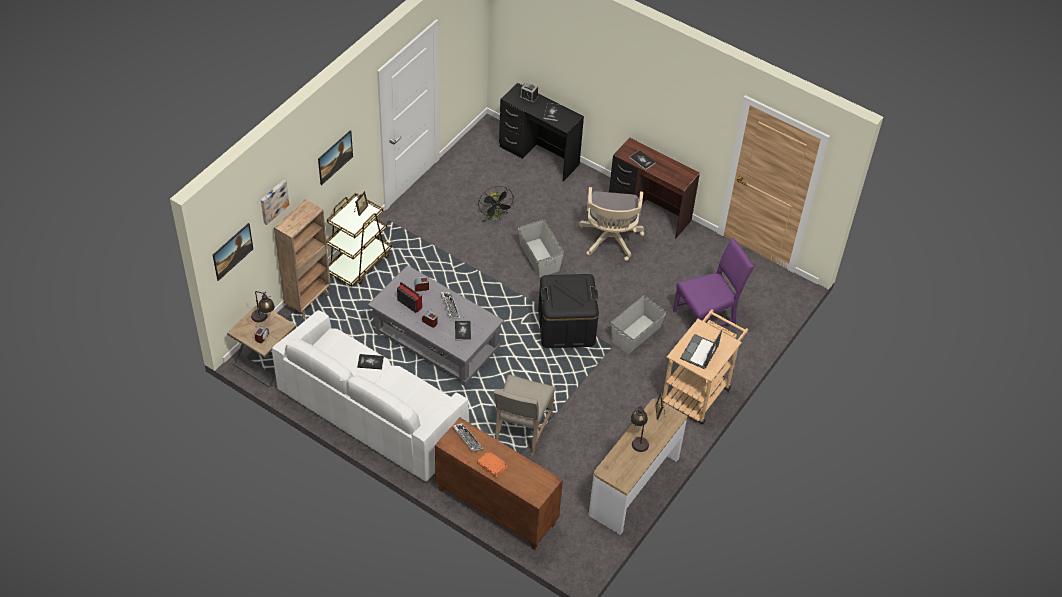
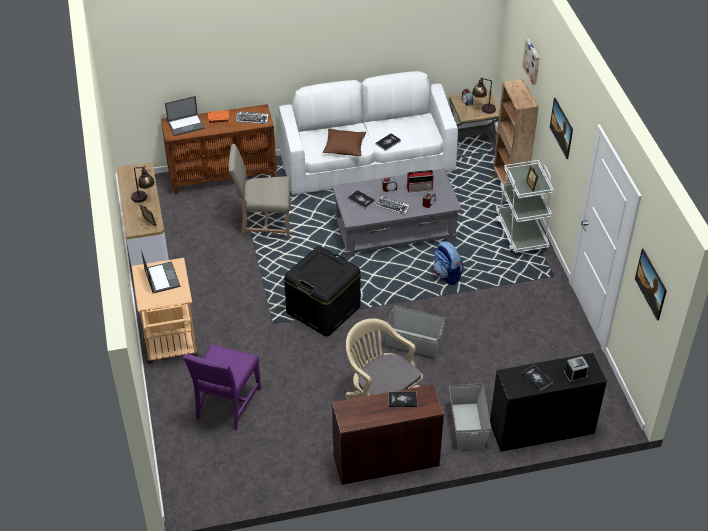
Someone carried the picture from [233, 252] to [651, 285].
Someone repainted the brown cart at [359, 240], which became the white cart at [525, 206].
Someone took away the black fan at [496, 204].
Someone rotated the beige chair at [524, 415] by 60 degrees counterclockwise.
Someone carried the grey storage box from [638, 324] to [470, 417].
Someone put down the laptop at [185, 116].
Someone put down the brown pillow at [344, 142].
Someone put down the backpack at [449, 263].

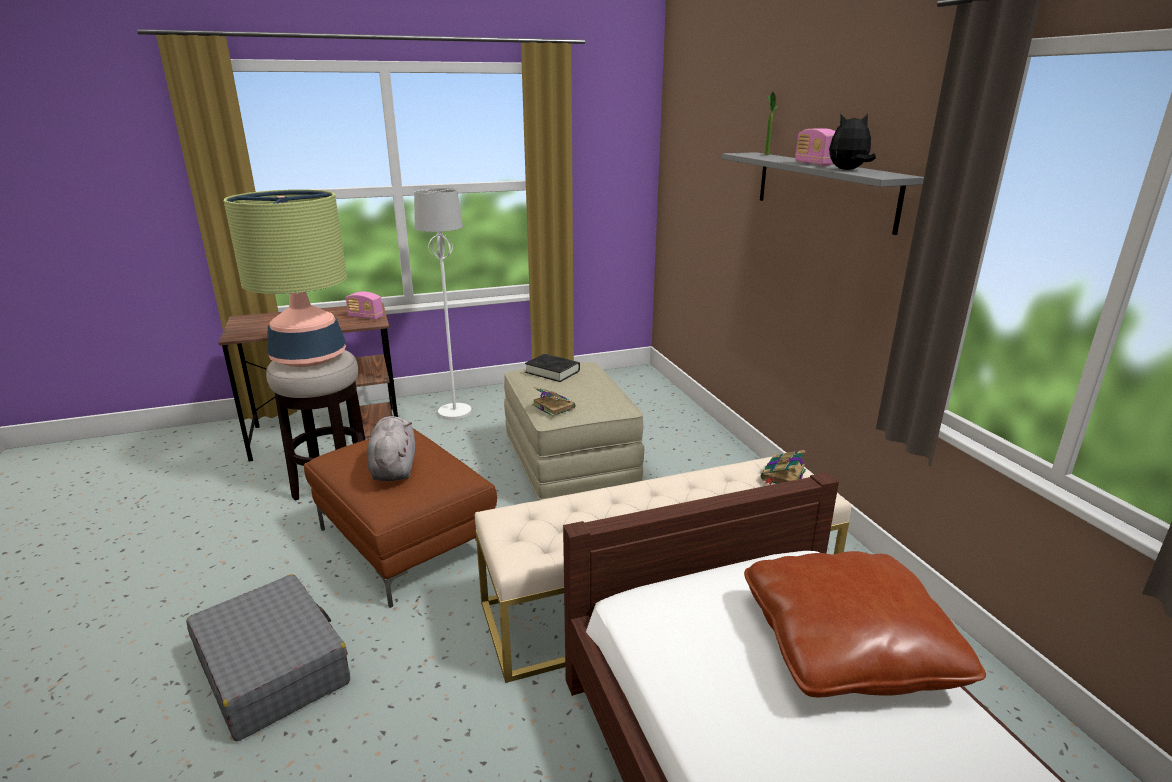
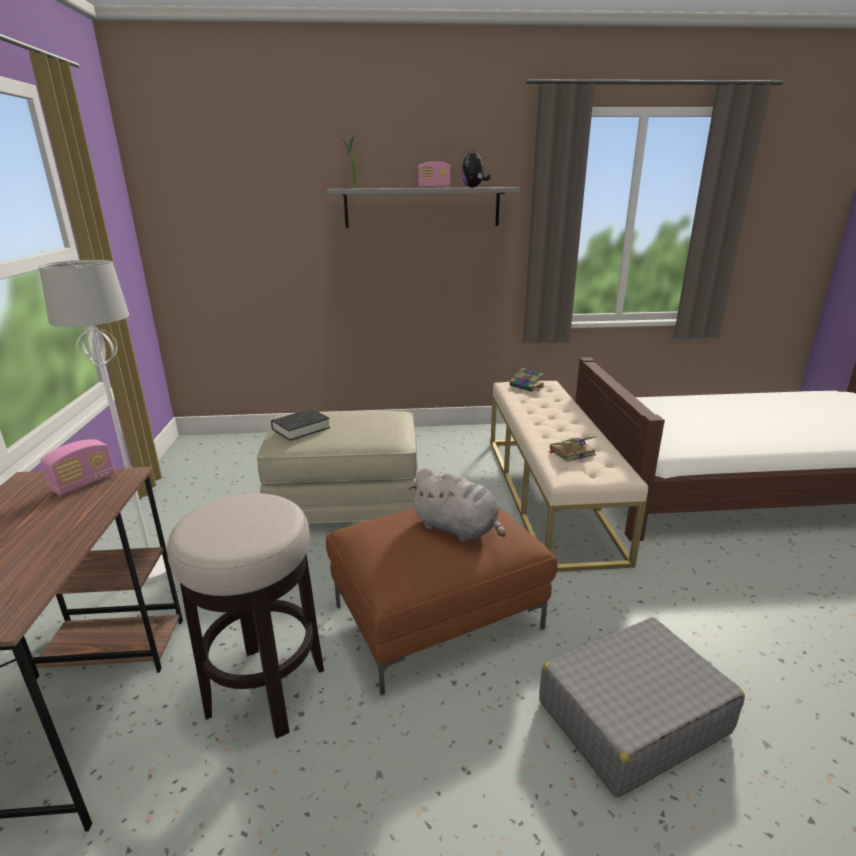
Someone took away the table lamp at [285, 278].
Someone rotated the grey plush toy at [391, 448] by 150 degrees counterclockwise.
Someone carried the book from [553, 402] to [572, 449].
Someone took away the brown pillow at [865, 624].

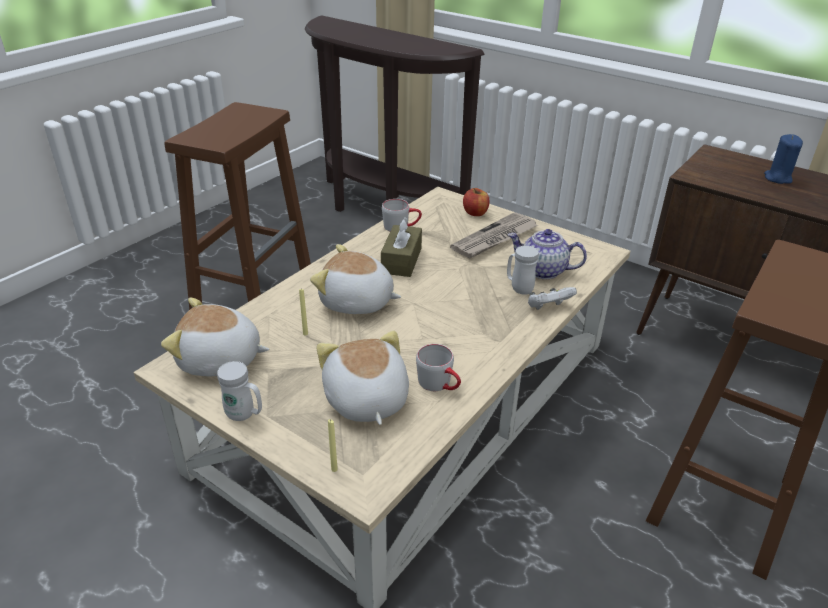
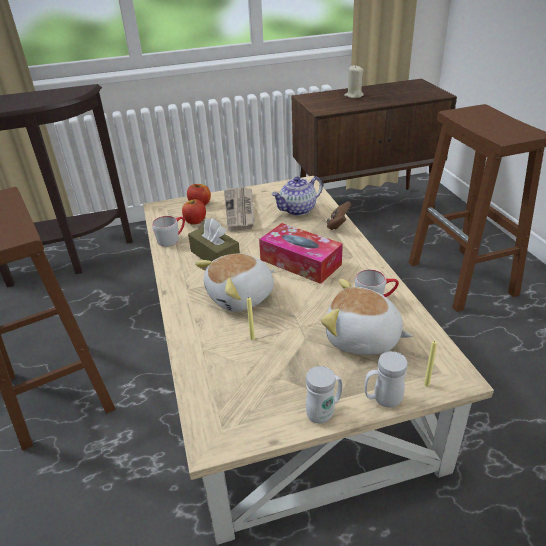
Someone took away the plush toy at [215, 337].
Someone carried the white mug from [523, 270] to [386, 379].
Someone repainted the white game controller at [552, 298], which became the brown game controller at [339, 215].
Someone repainted the blue candle at [783, 159], which became the beige candle at [354, 81].
Someone put down the apple at [194, 212].
Someone put down the tissue box at [301, 253].

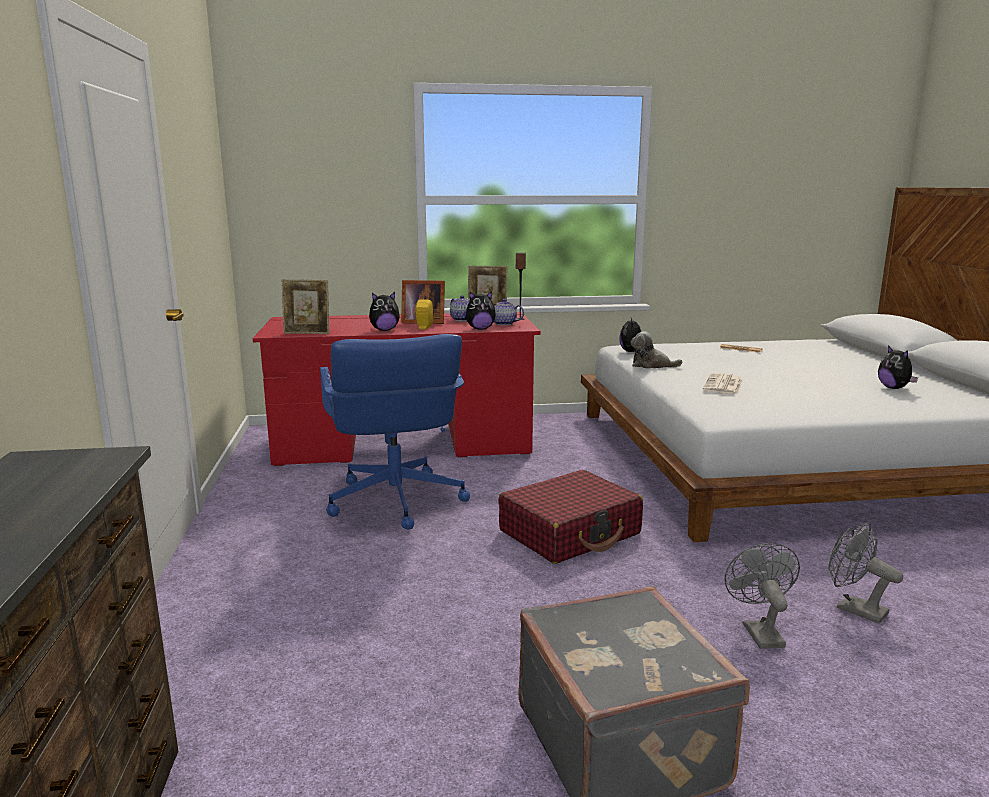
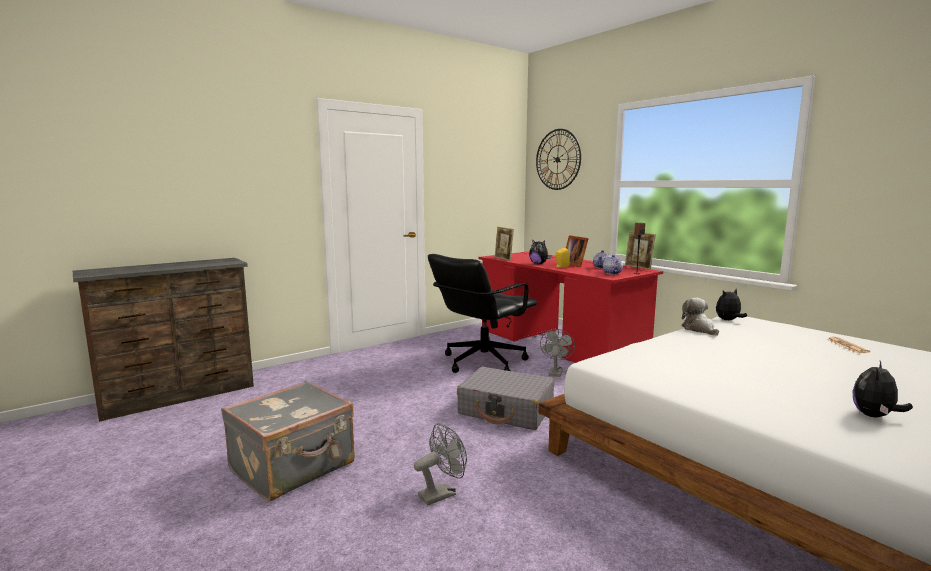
Someone repainted the blue office chair at [395, 432], which became the black office chair at [482, 313].
Someone took away the plush toy at [481, 310].
Someone repainted the red suitcase at [570, 517], which became the grey suitcase at [505, 398].
Someone took away the newspaper at [723, 384].
Someone carried the grey fan from [865, 573] to [557, 353].
Someone put up the wall clock at [558, 159].

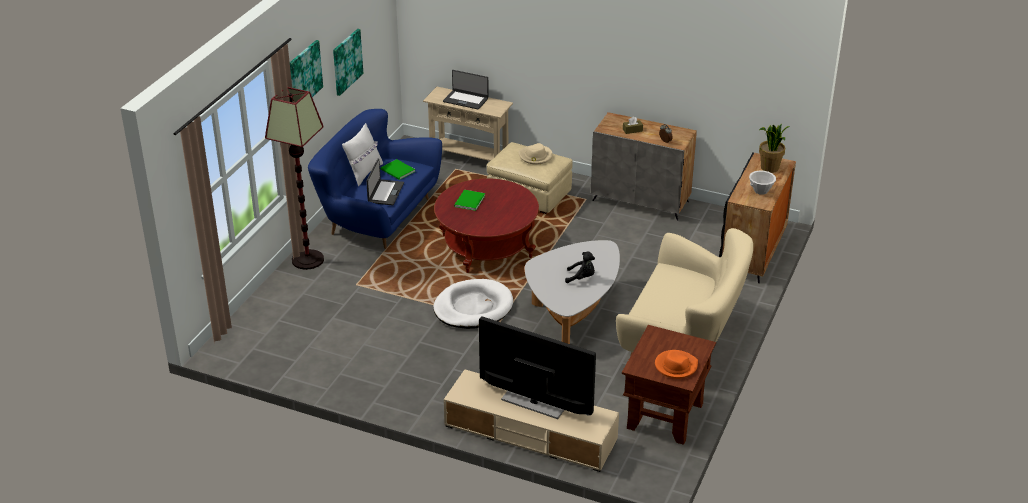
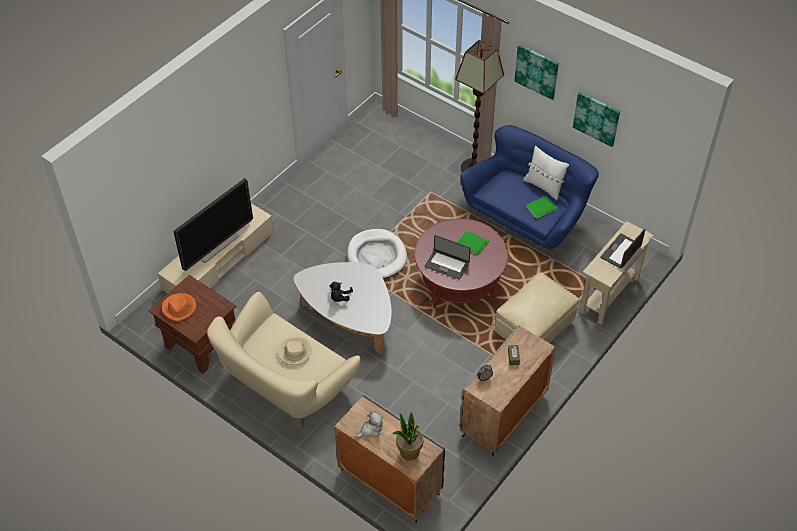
Someone carried the laptop from [385, 182] to [448, 257].
Someone carried the beige hat from [535, 153] to [295, 351].
Someone swapped the white bowl at [762, 182] for the plush toy at [369, 424].

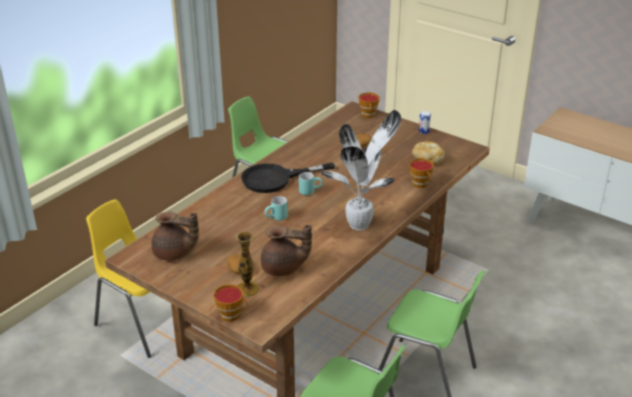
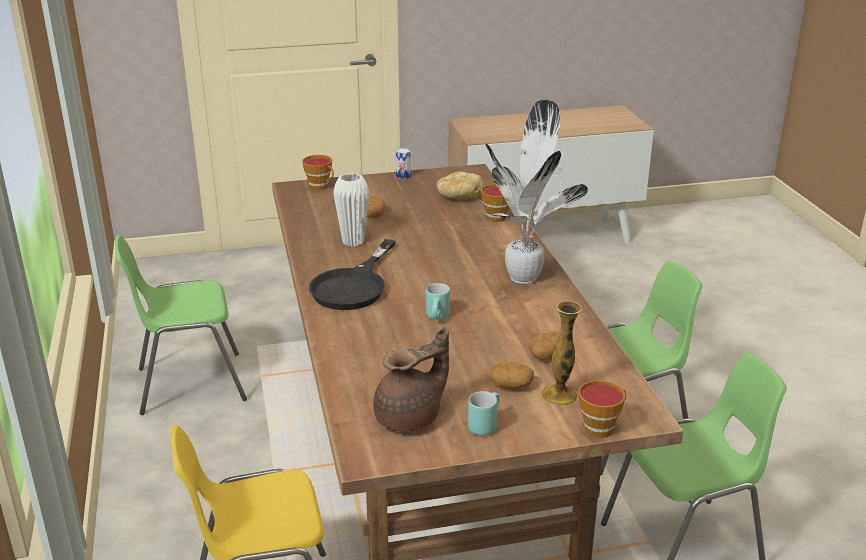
Someone swapped the brown teapot at [286, 250] for the potato at [544, 346].
Someone carried the turquoise mug from [310, 183] to [484, 413].
Someone put down the white vase at [351, 209].

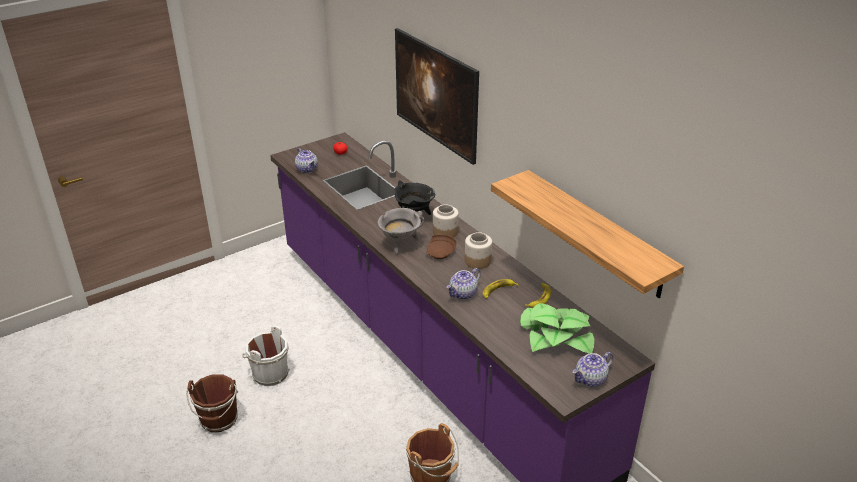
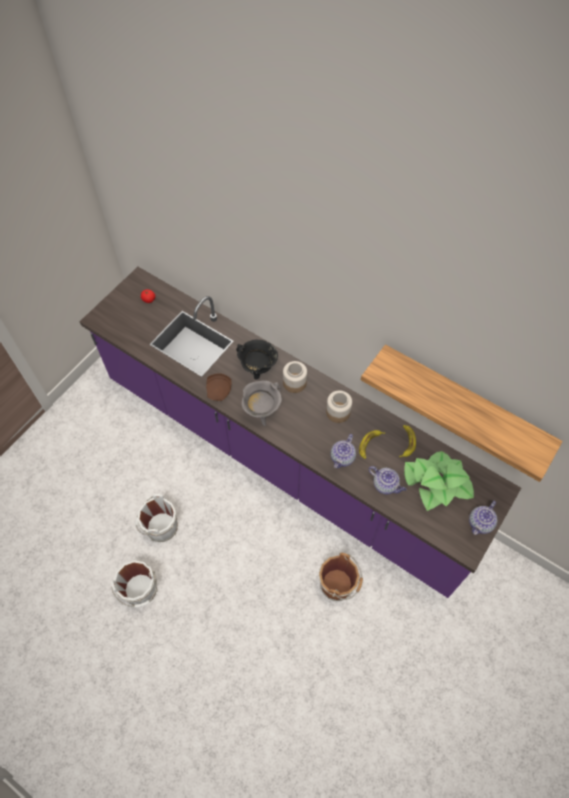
Someone repainted the brown bucket at [212, 403], which became the white bucket at [134, 584].
Someone carried the teapot from [306, 160] to [388, 480].
Someone took away the picture at [437, 96].
Someone carried the brown plate from [441, 247] to [218, 387].

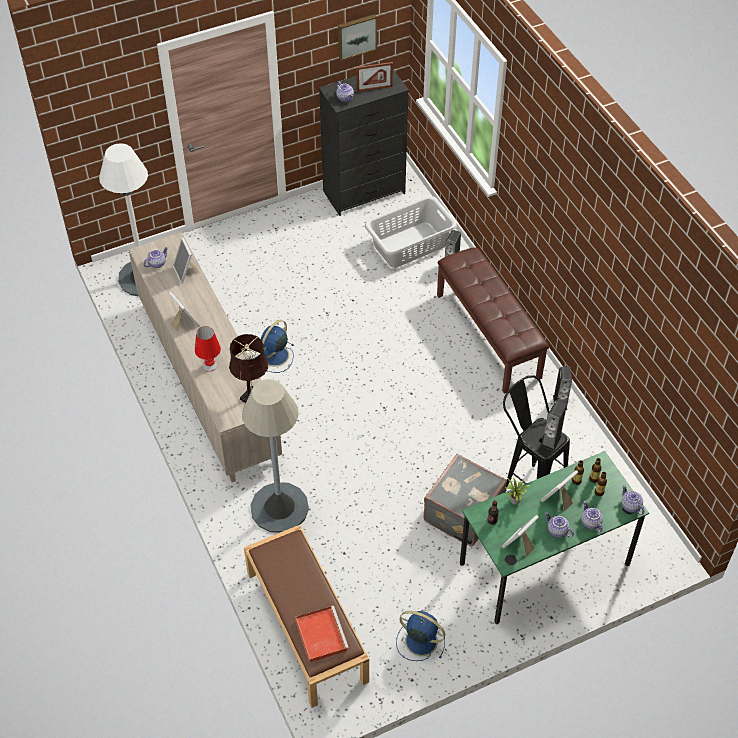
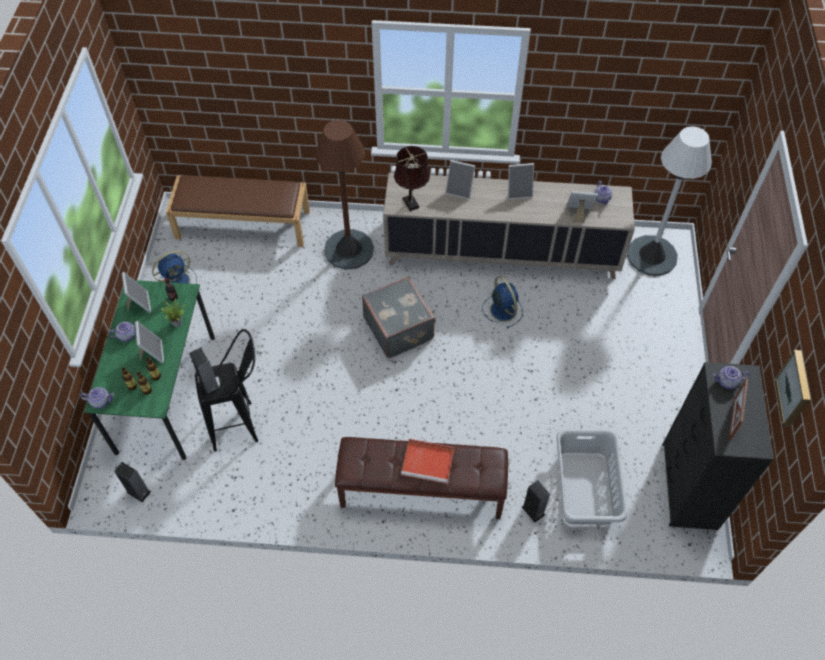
Someone swapped the red table lamp at [208, 349] for the picture frame at [460, 180].
Someone repainted the grey floor lamp at [275, 456], which became the brown floor lamp at [344, 195].
Someone carried the red tray from [322, 634] to [428, 461].
Someone carried the grey suitcase from [465, 500] to [399, 317].
Someone carried the speaker from [562, 388] to [132, 482].
Someone took away the teapot at [592, 517].

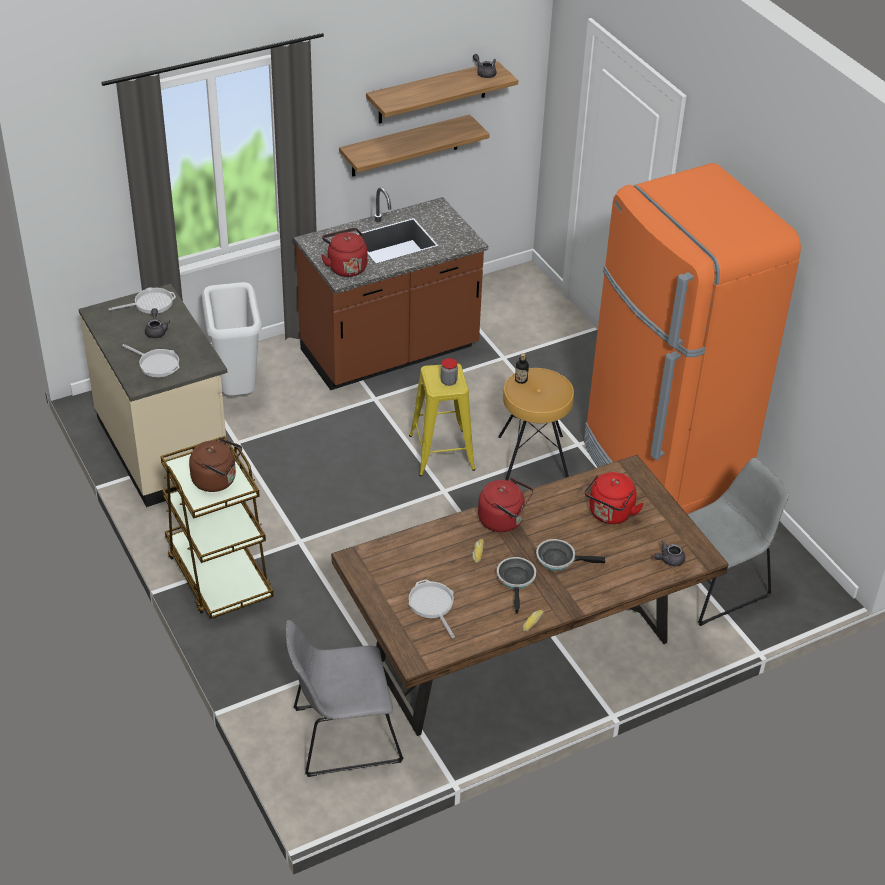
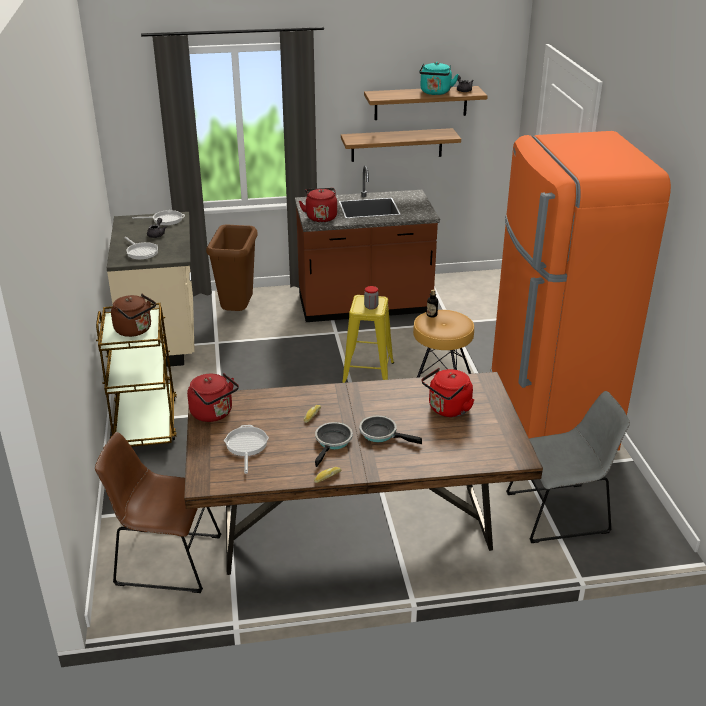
Someone repainted the white trash can at [232, 339], which became the brown trash can at [232, 268].
Someone repainted the grey chair at [344, 698], which became the brown chair at [158, 512].
Someone carried the red kettle from [505, 505] to [213, 397].
Someone took away the grey teapot at [669, 553].
Someone put down the turquoise kettle at [439, 78].

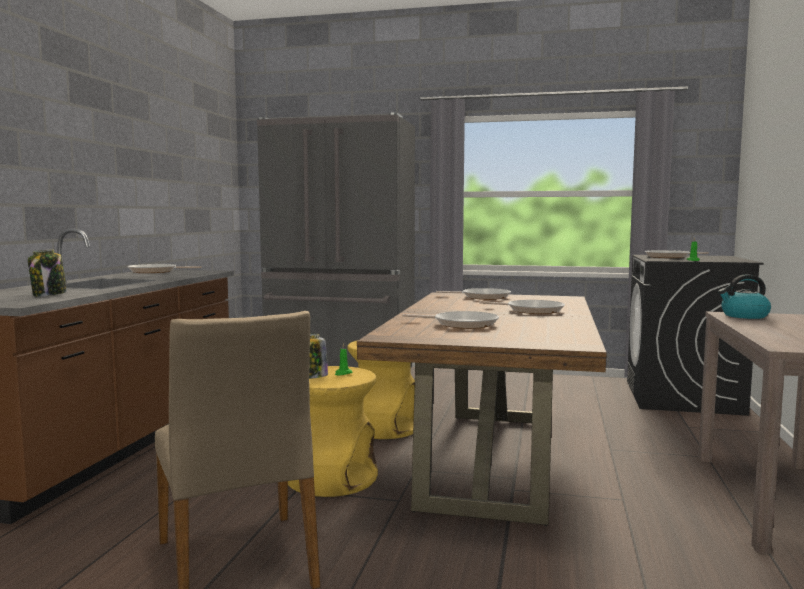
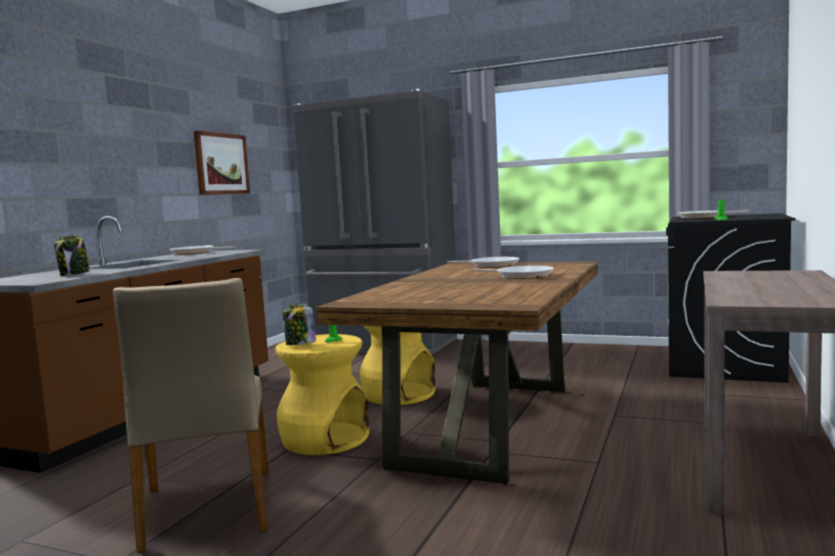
Someone took away the frying pan at [450, 320].
Someone took away the kettle at [744, 296].
Someone put up the picture at [222, 163].

